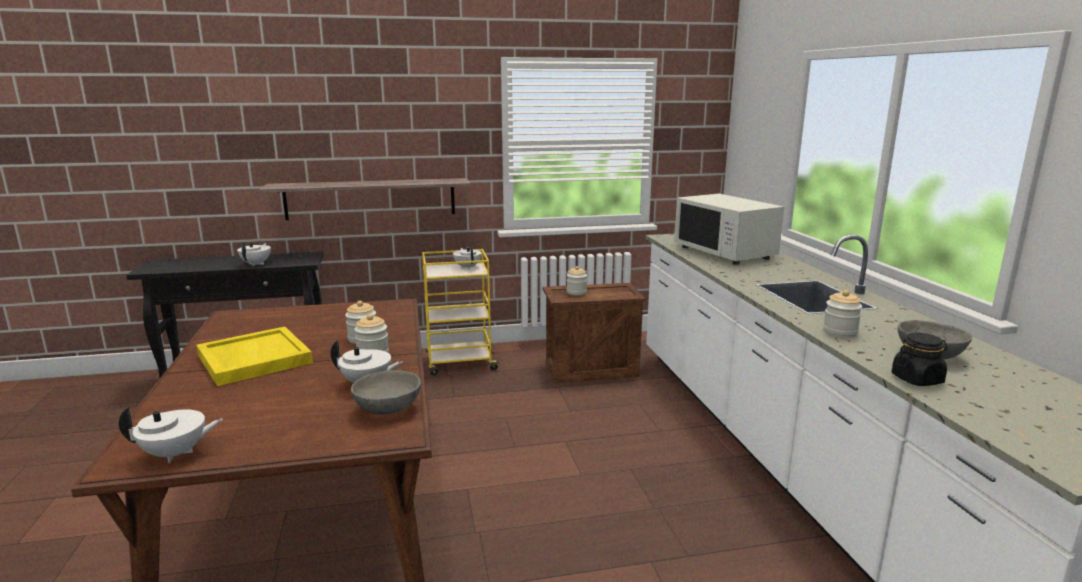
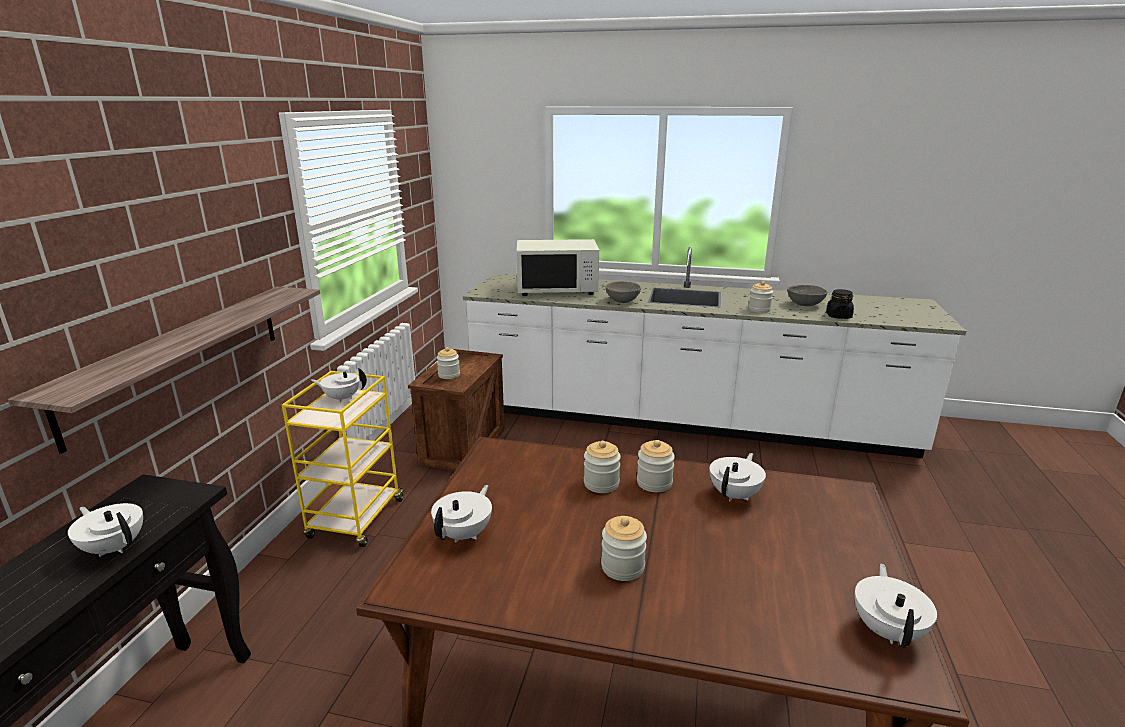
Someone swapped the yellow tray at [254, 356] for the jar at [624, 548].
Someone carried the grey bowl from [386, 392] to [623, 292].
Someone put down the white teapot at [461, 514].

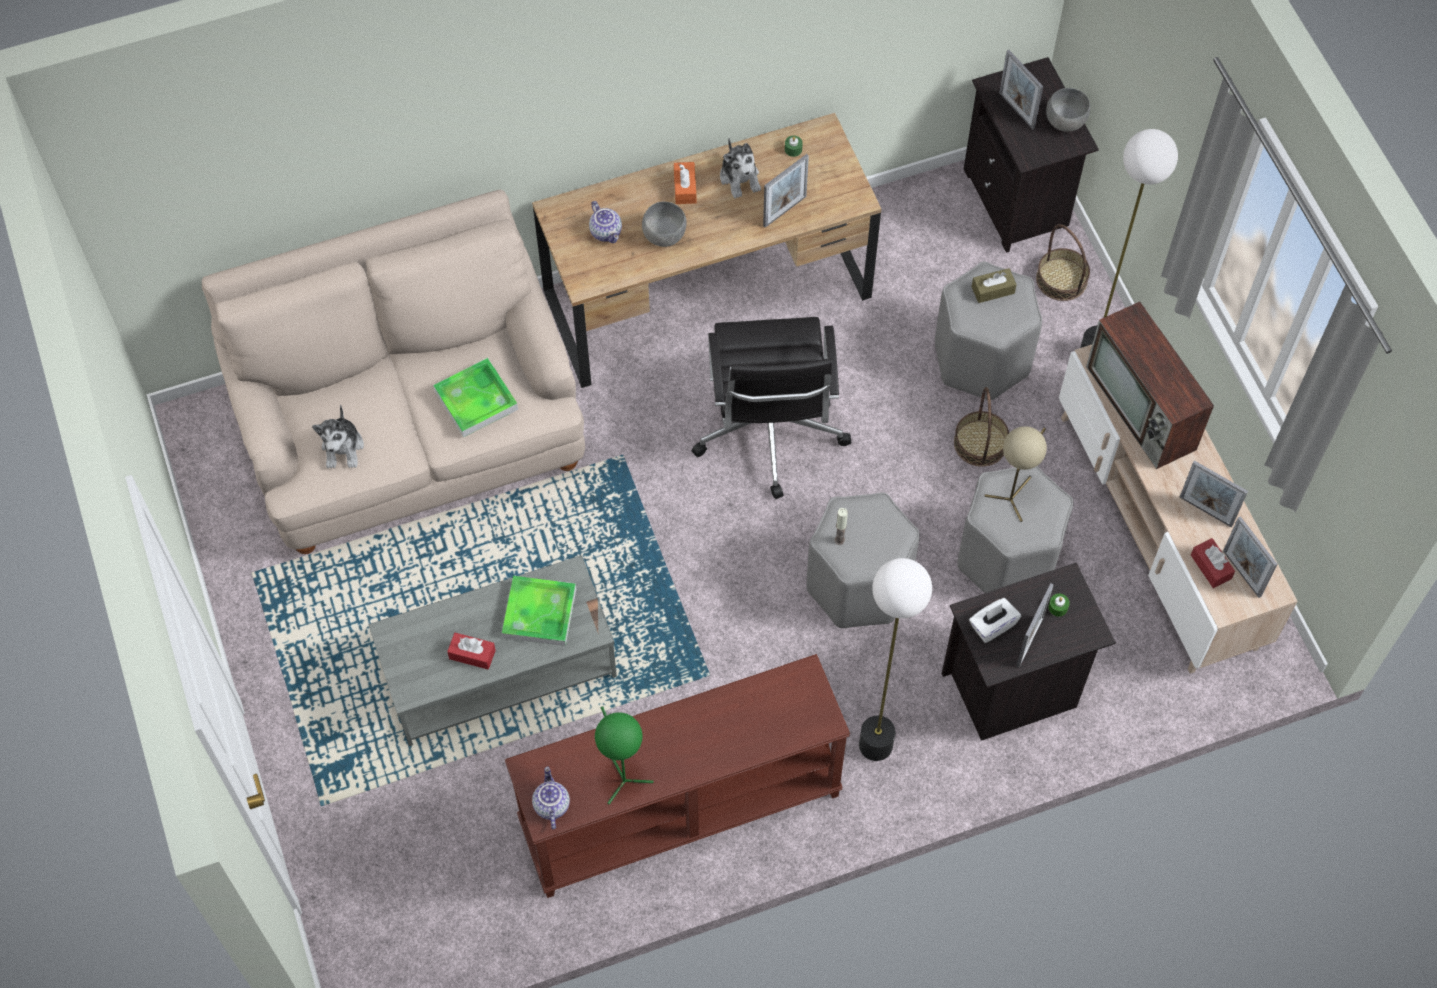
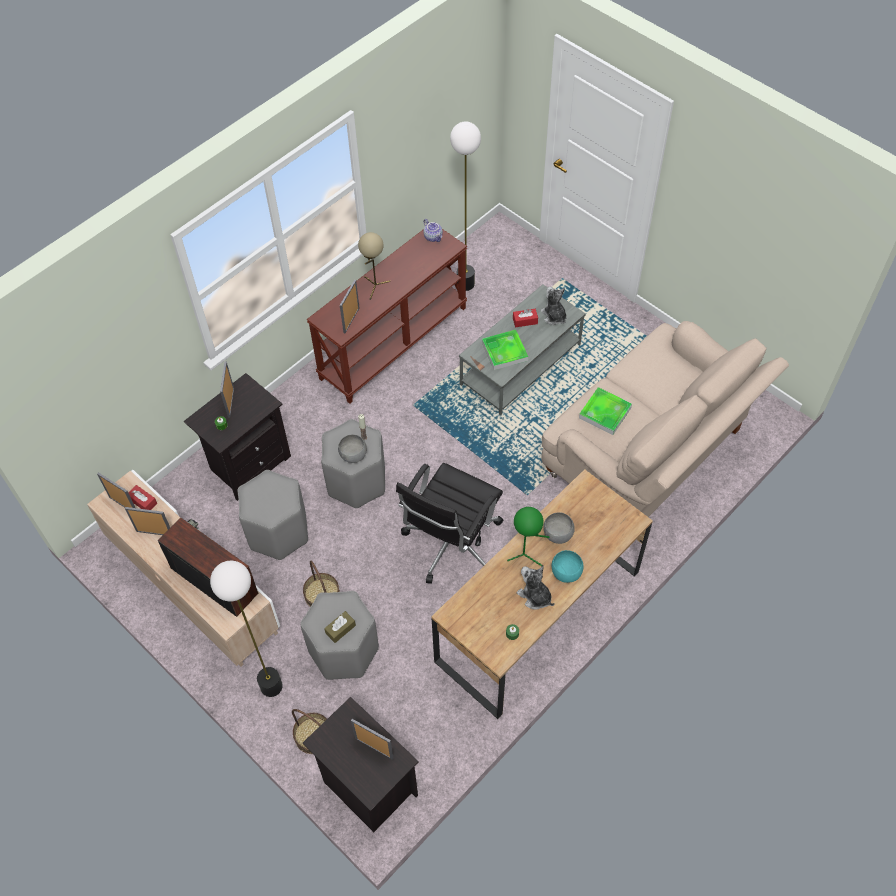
Someone carried the plush toy from [338, 437] to [554, 306].
Someone took away the teapot at [605, 222].
Someone carried the green table lamp from [624, 755] to [528, 537].
Someone swapped the orange tissue box at [685, 183] for the turquoise bowl at [568, 566].
Someone rotated the black office chair at [771, 408] by 120 degrees counterclockwise.
Someone carried the picture frame from [786, 191] to [349, 306].
Someone carried the floor lamp from [895, 659] to [465, 206].
Someone took away the white tissue box at [995, 620].
Someone carried the beige table lamp from [1015, 474] to [374, 266].
Someone carried the grey bowl from [1068, 110] to [352, 448].

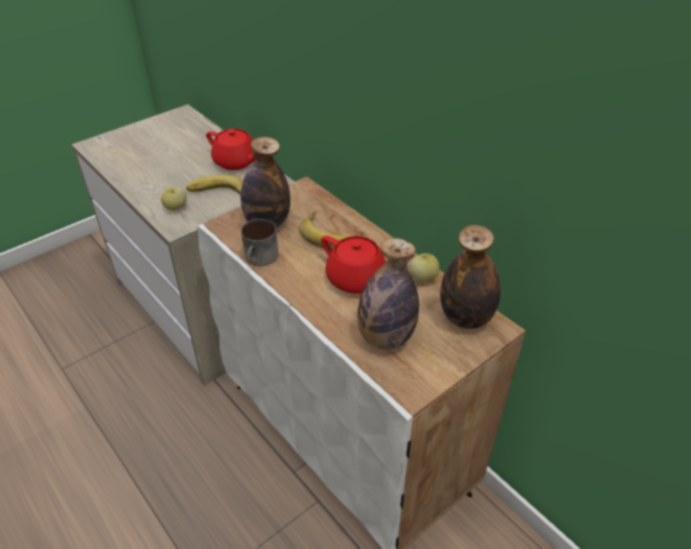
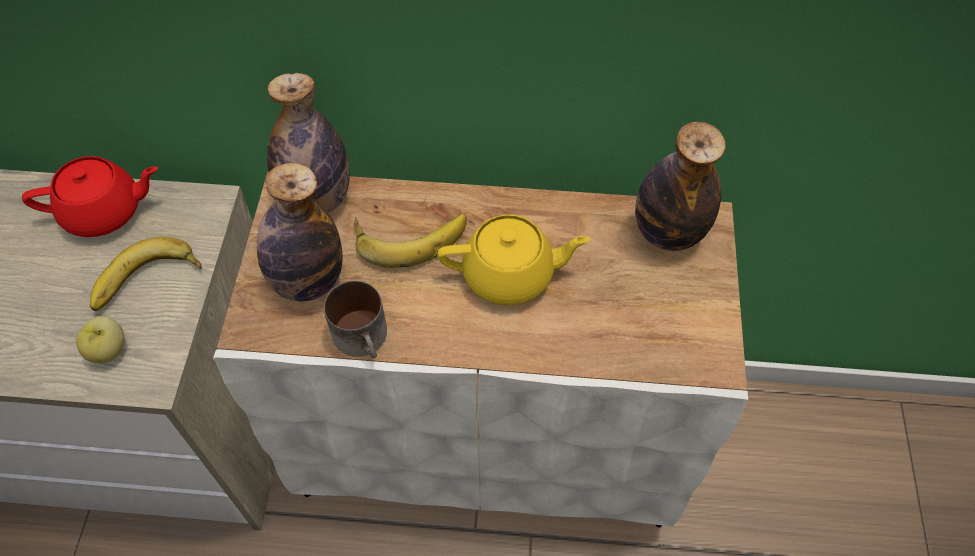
Someone repainted the red teapot at [353, 264], which became the yellow teapot at [514, 259].
Someone carried the bottle from [388, 294] to [308, 143].
Someone took away the apple at [424, 267].

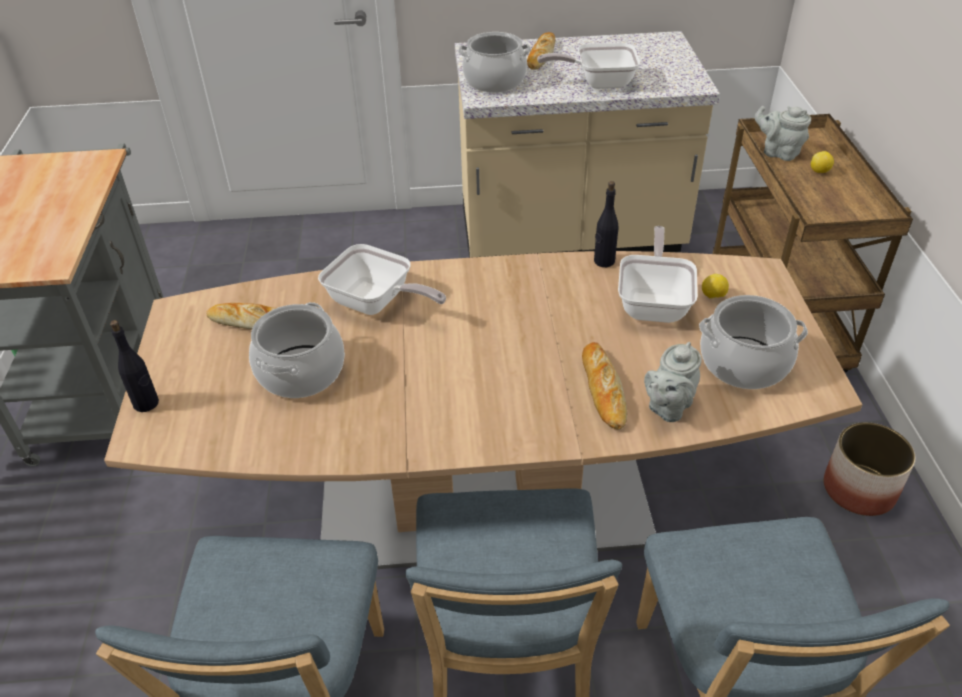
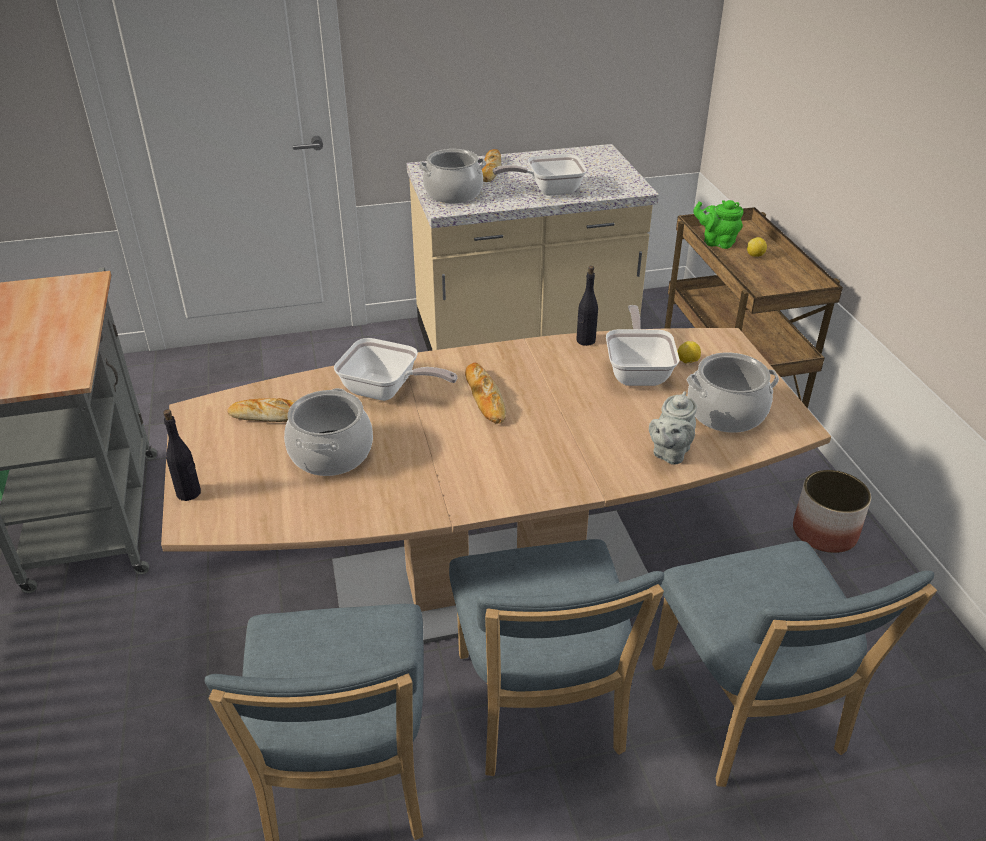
Someone carried the bread from [604, 385] to [485, 393].
Someone repainted the grey teapot at [783, 133], which became the green teapot at [718, 224].

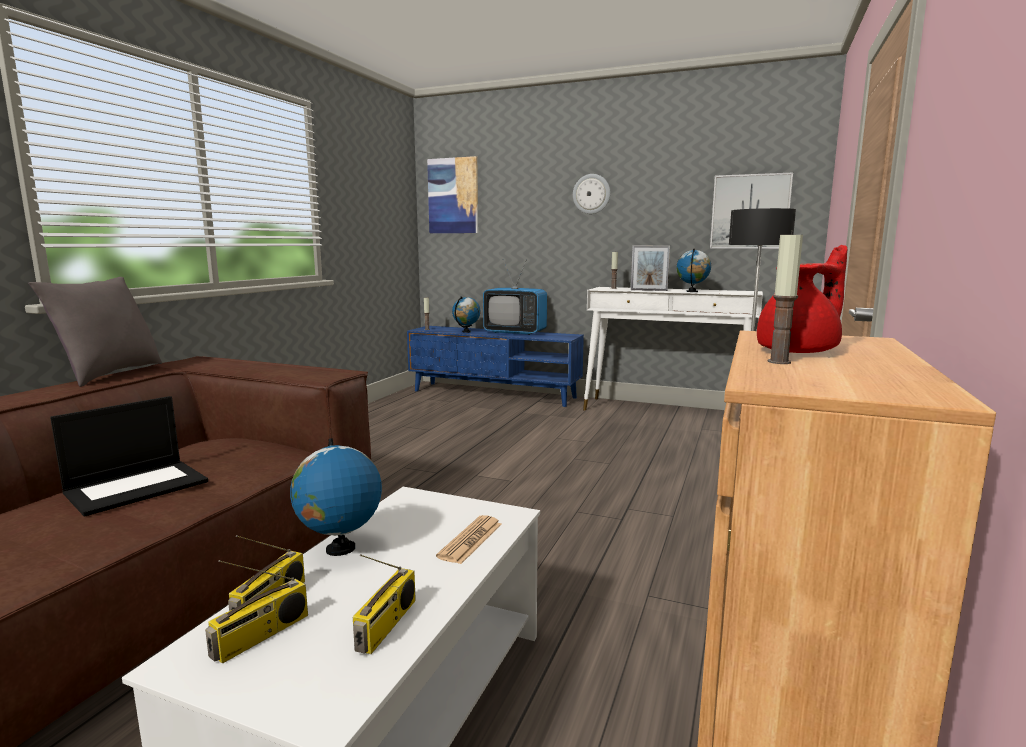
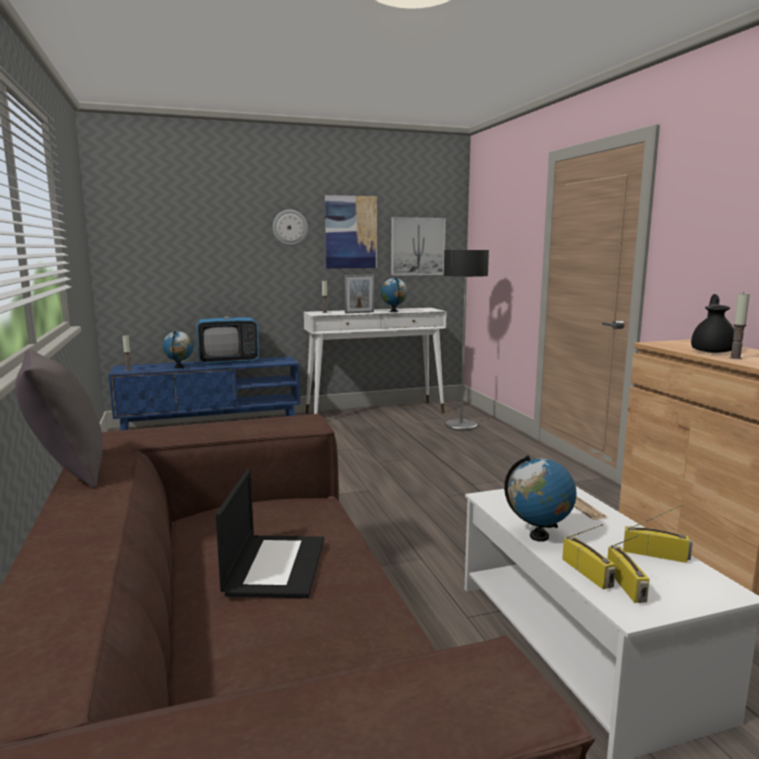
Someone rotated the radio at [384, 604] by 45 degrees counterclockwise.
Someone carried the picture from [452, 194] to [351, 232].
Someone repainted the red teapot at [802, 299], which became the black teapot at [712, 323].

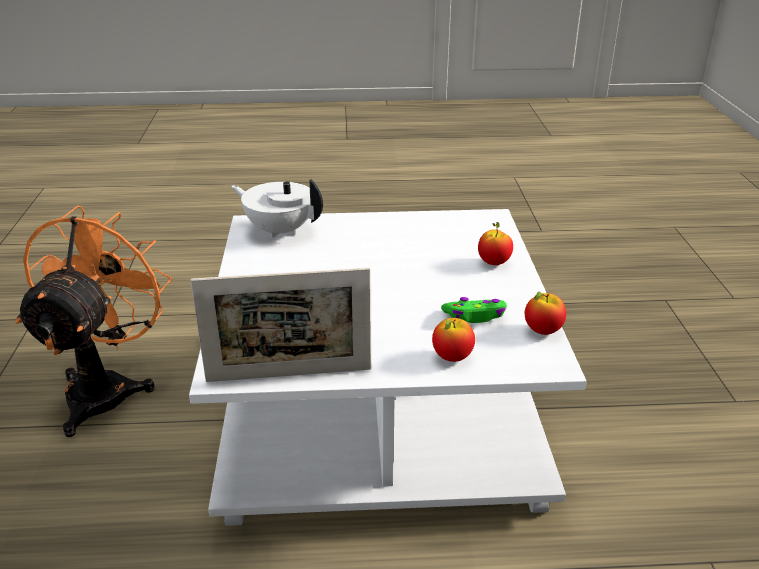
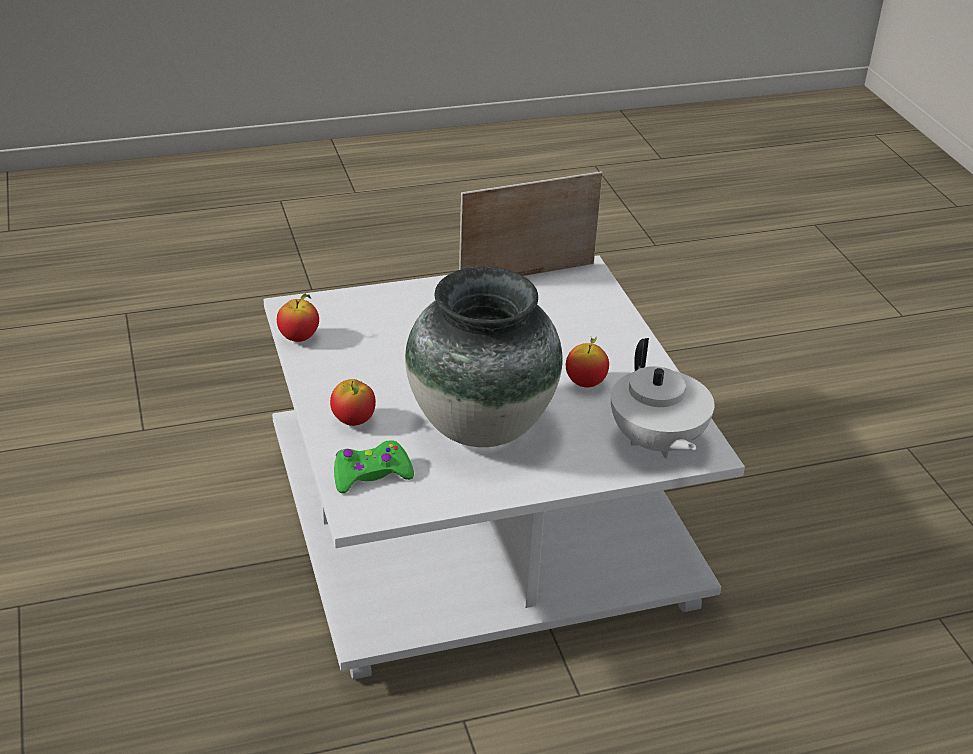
Someone took away the orange fan at [93, 321].
Someone rotated the white teapot at [277, 208] by 60 degrees clockwise.
Someone carried the apple from [453, 340] to [587, 362].
Someone carried the green game controller from [474, 310] to [374, 466].
Someone put down the vase at [484, 356].

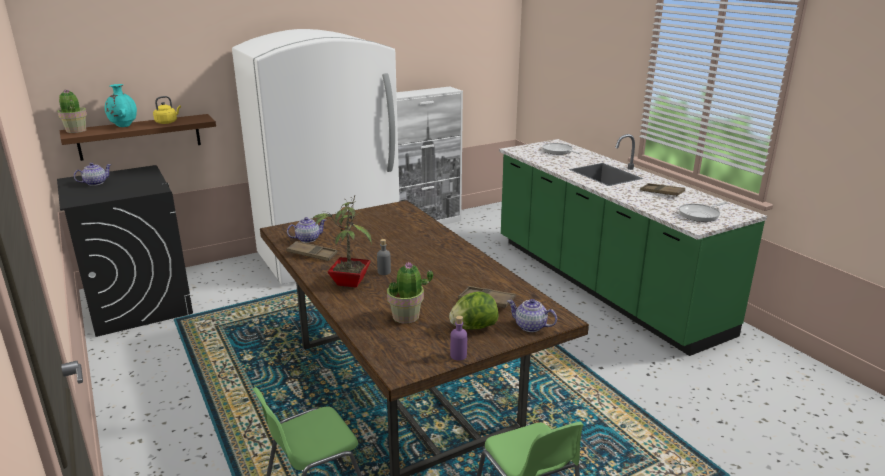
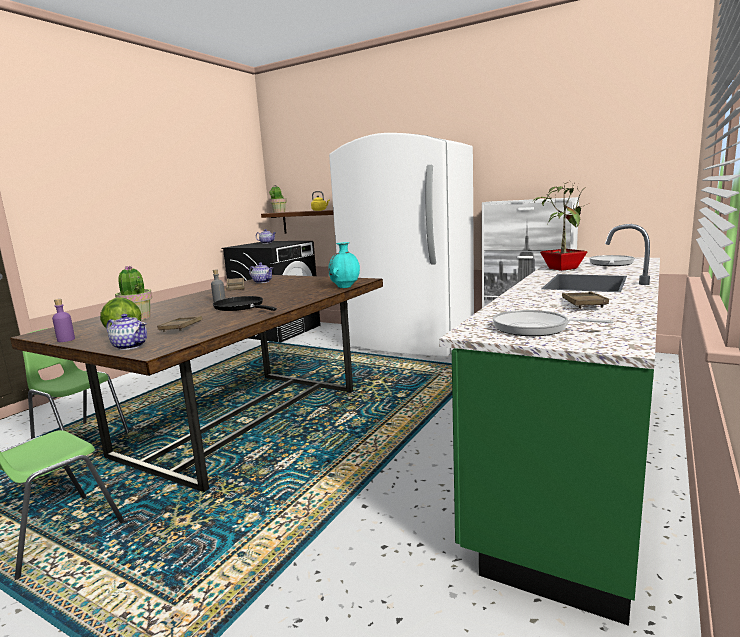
Someone carried the turquoise vase from [121, 105] to [344, 265].
Someone carried the potted plant from [341, 241] to [559, 226].
Someone rotated the teapot at [532, 315] by 120 degrees clockwise.
Someone put down the black frying pan at [245, 303].

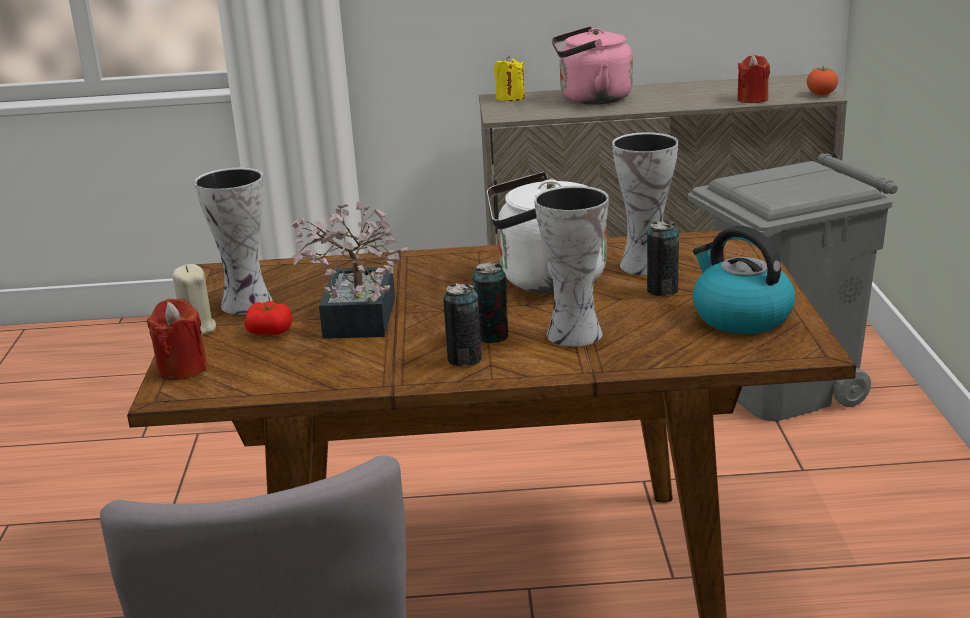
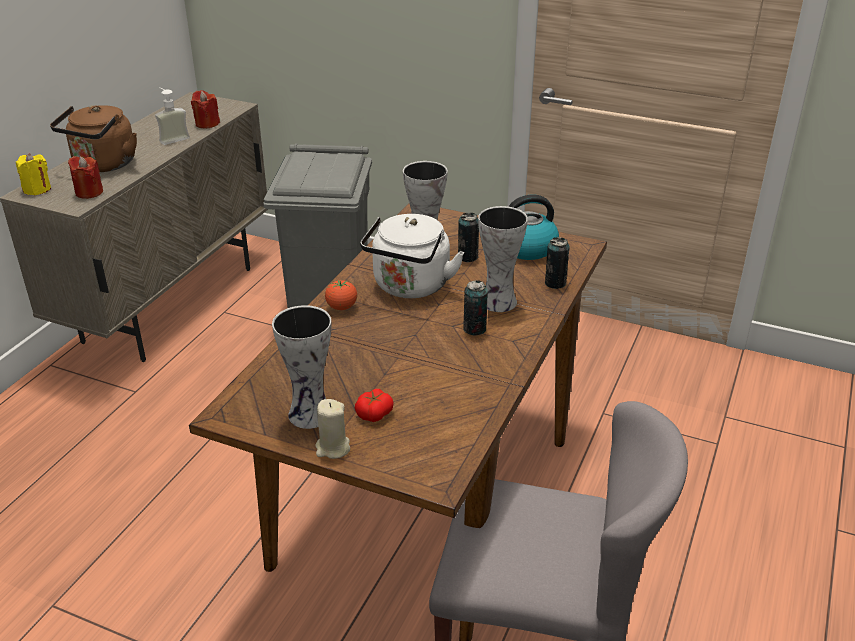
Someone carried the red candle from [177, 339] to [85, 177].
Someone took away the potted plant at [349, 270].
Someone carried the can from [462, 325] to [557, 263].
Someone repainted the pink kettle at [592, 65], which became the brown kettle at [93, 138].
Someone carried the tomato from [822, 80] to [341, 295].
Someone put down the soap dispenser at [172, 116].

